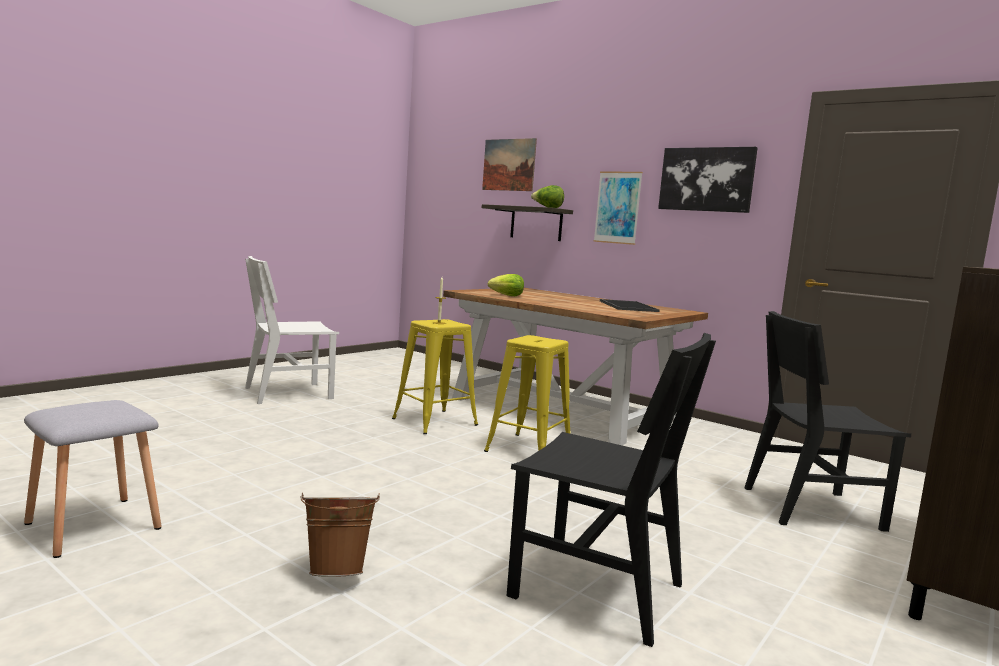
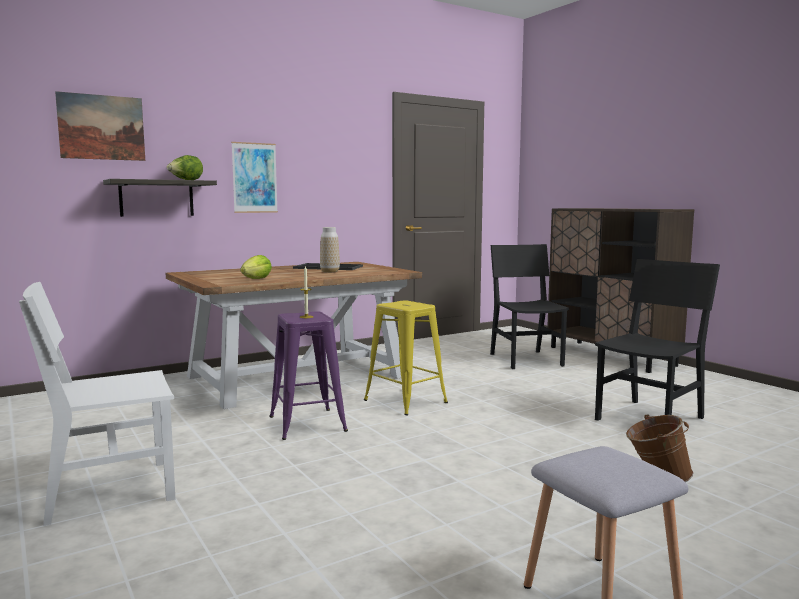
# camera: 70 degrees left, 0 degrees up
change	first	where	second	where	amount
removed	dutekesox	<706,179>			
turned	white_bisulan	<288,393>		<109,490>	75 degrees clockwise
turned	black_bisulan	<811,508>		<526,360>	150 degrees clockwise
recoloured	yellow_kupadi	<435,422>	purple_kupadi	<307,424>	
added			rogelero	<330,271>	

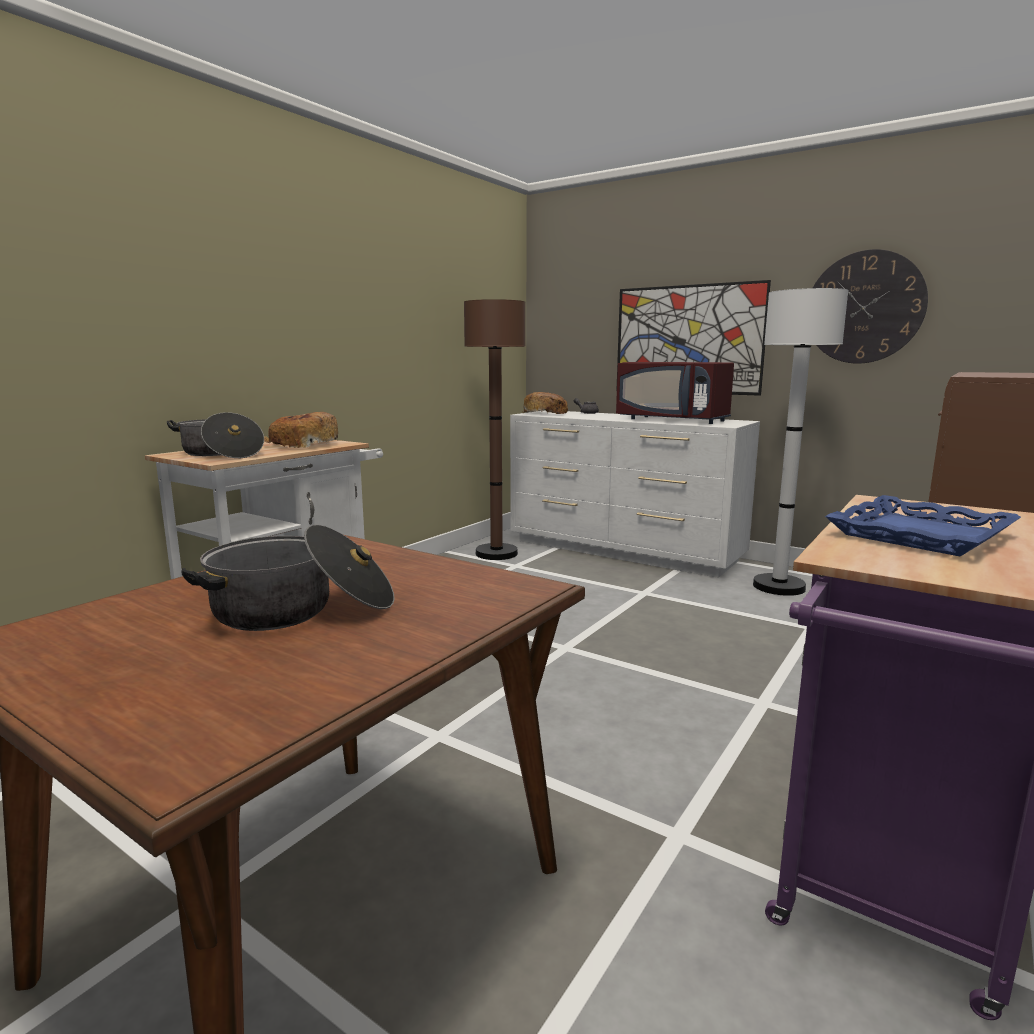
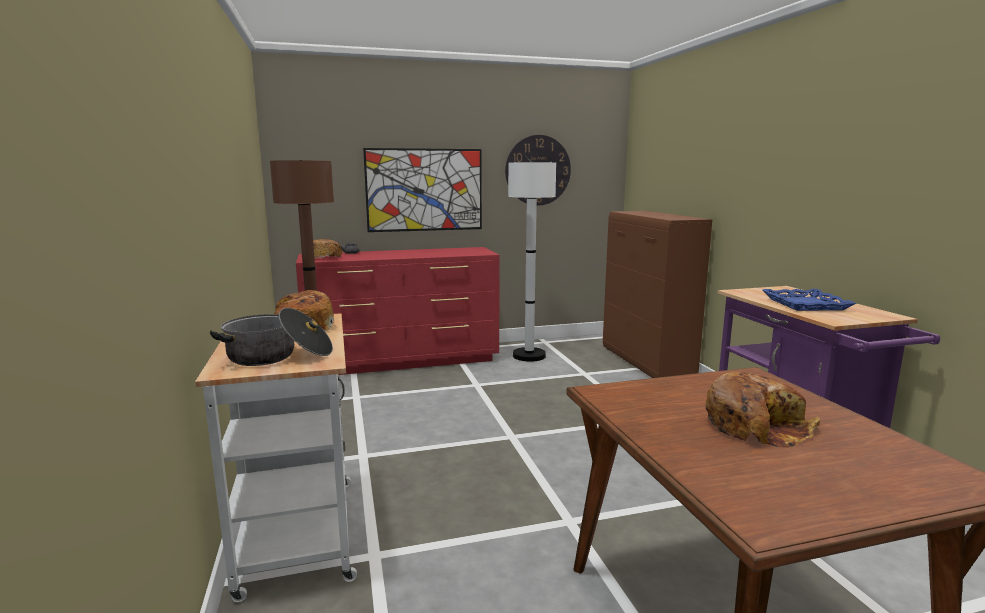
# camera: 50 degrees left, 0 degrees up
change	first	where	second	where	amount
removed	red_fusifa	<673,420>			
recoloured	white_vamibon	<624,550>	red_vamibon	<404,360>	
replaced	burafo	<302,610>	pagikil	<756,425>	

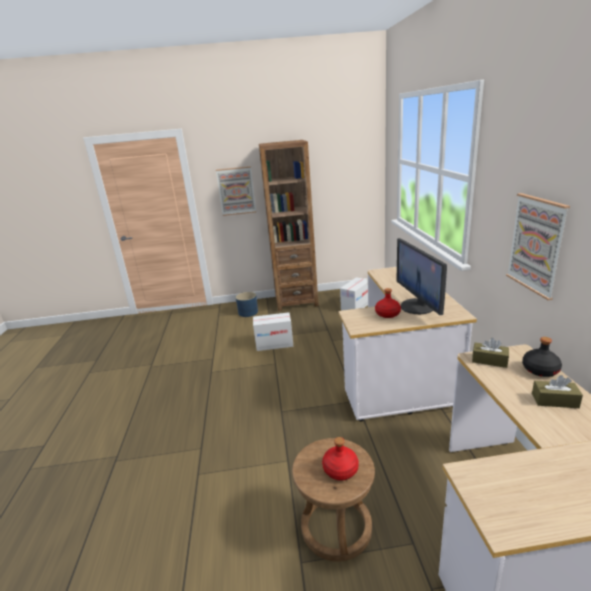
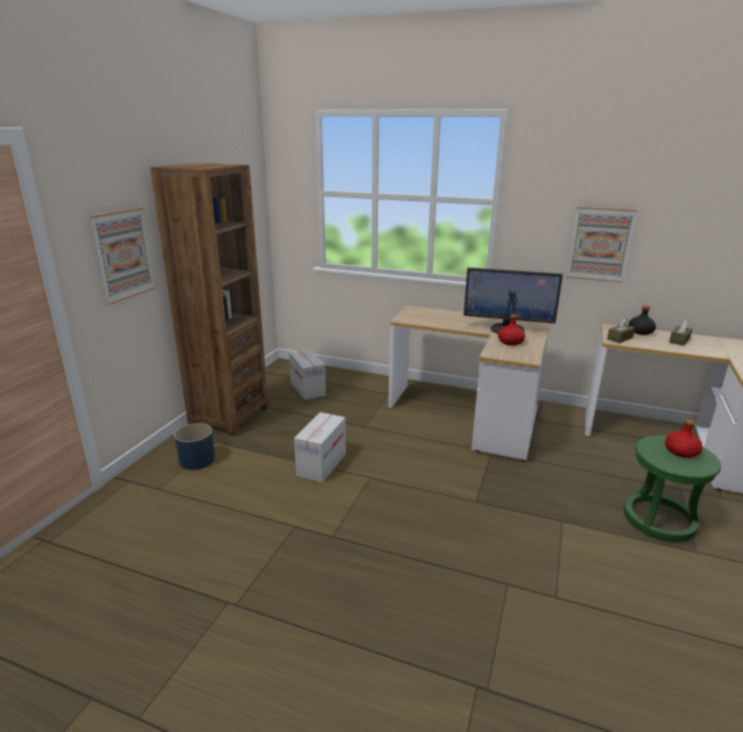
# camera: 65 degrees left, 0 degrees up
change	first	where	second	where	amount
recoloured	brown_kupadi	<336,527>	green_kupadi	<659,519>	

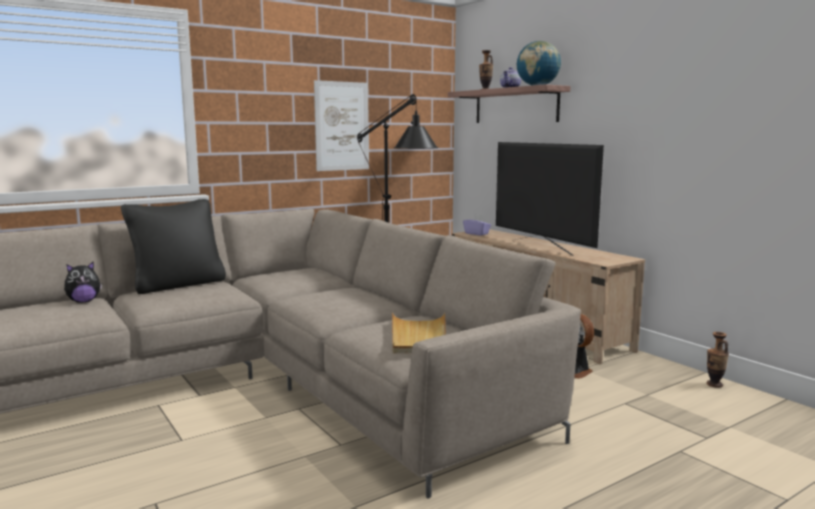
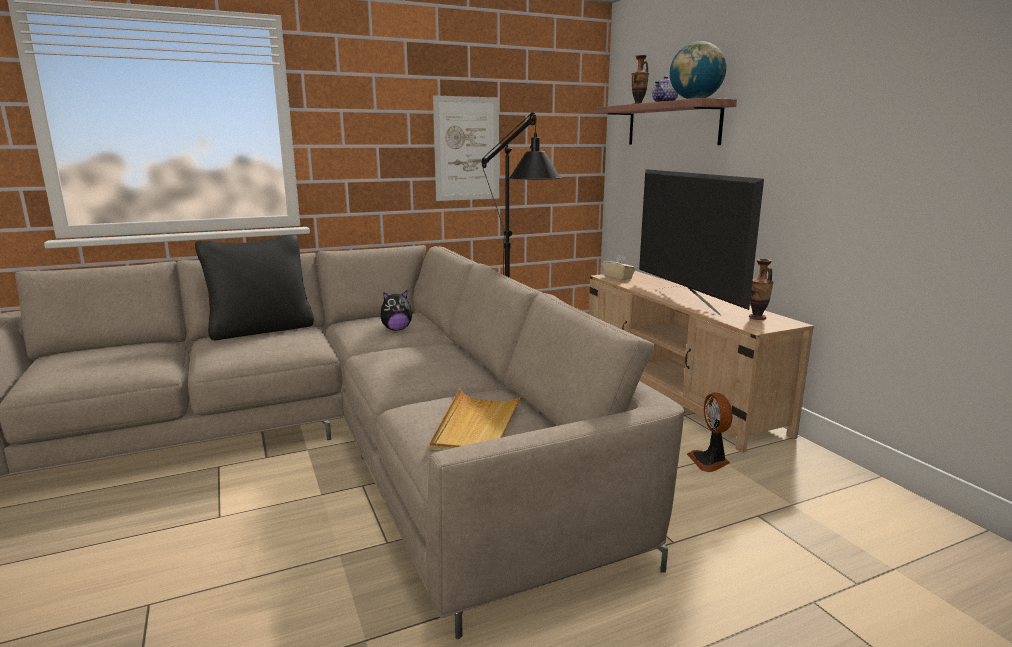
# camera: 10 degrees right, 5 degrees up
change	first	where	second	where	amount
recoloured	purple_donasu	<476,234>	beige_donasu	<618,277>	
moved	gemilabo	<84,301>		<396,329>	
moved	rogelero	<714,384>		<757,318>	

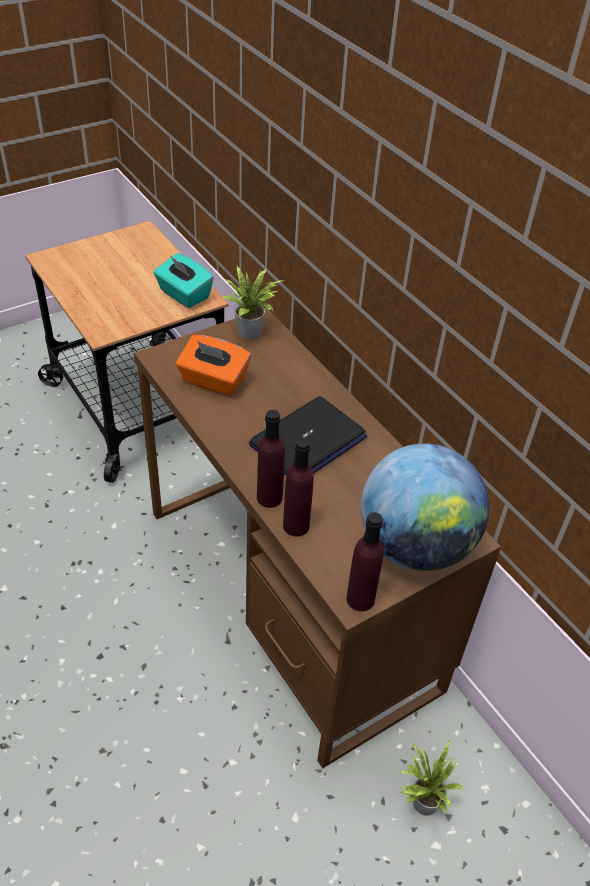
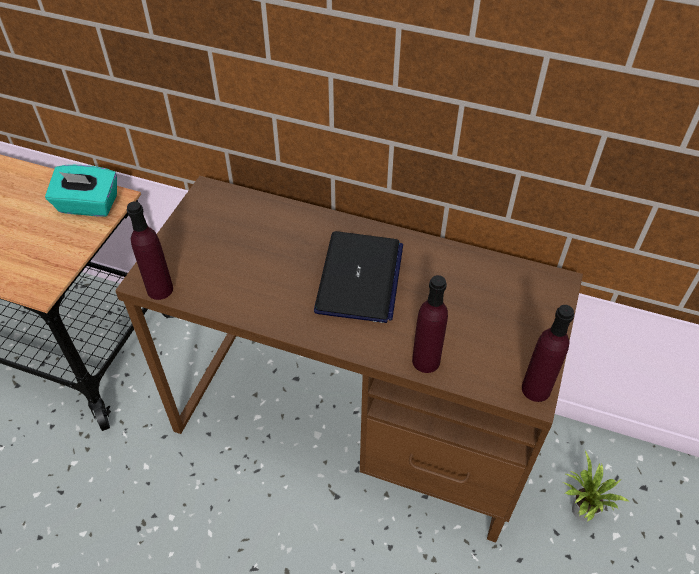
# camera: 35 degrees left, 5 degrees up
change	first	where	second	where	amount
removed	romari	<252,332>			
removed	orange_donasu	<213,381>			
moved	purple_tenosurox	<269,497>		<160,289>	
removed	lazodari	<415,545>			

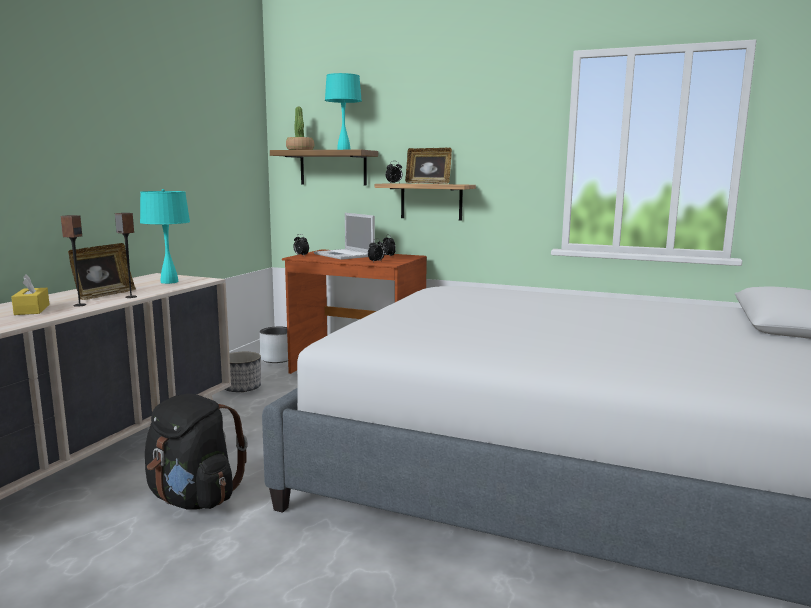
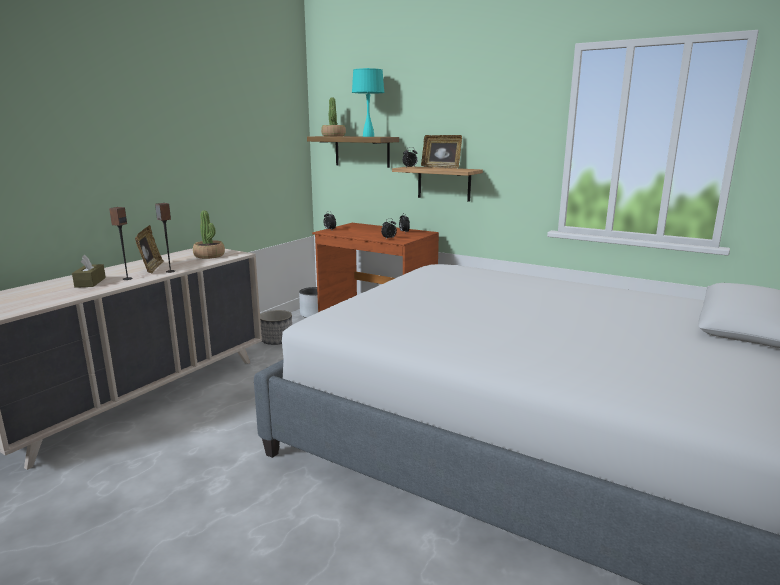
# camera: 10 degrees right, 5 degrees up
change	first	where	second	where	amount
replaced	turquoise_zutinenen	<170,282>	romari	<209,256>	
removed	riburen	<345,255>			
turned	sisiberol	<104,295>		<151,268>	45 degrees counterclockwise
recoloured	yellow_donasu	<32,310>	brown_donasu	<90,282>	
removed	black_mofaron	<193,498>			

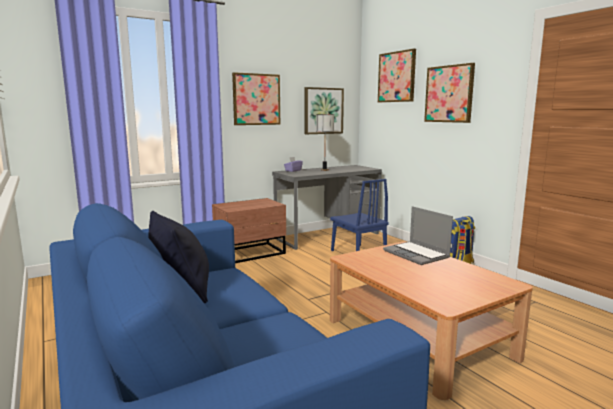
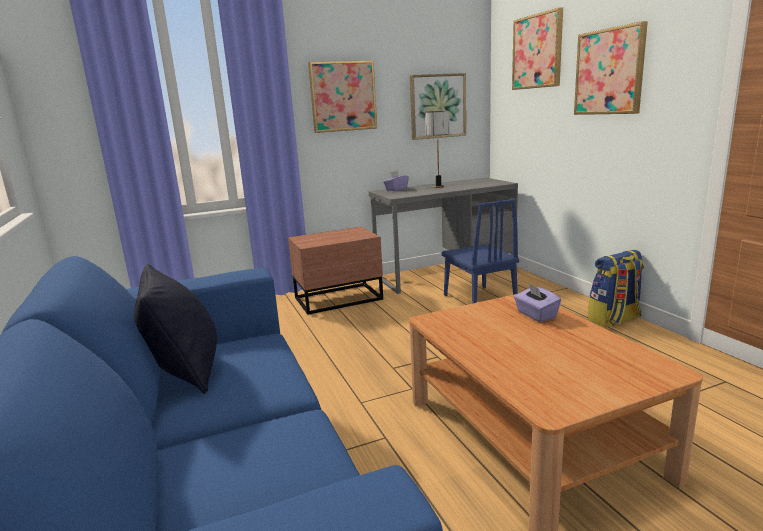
# camera: 10 degrees right, 5 degrees up
change	first	where	second	where	amount
replaced	riburen	<417,254>	purple_donasu	<535,315>	

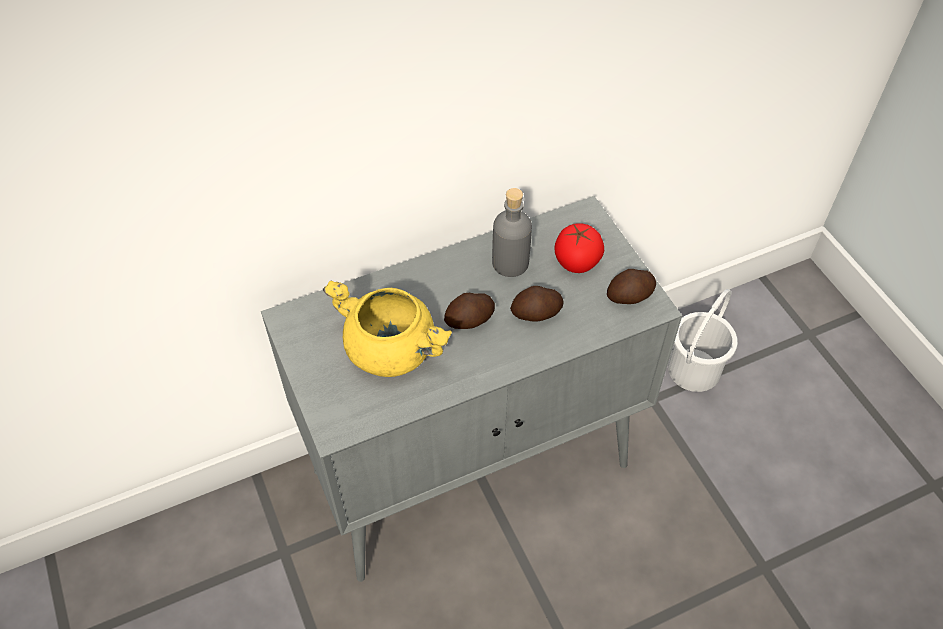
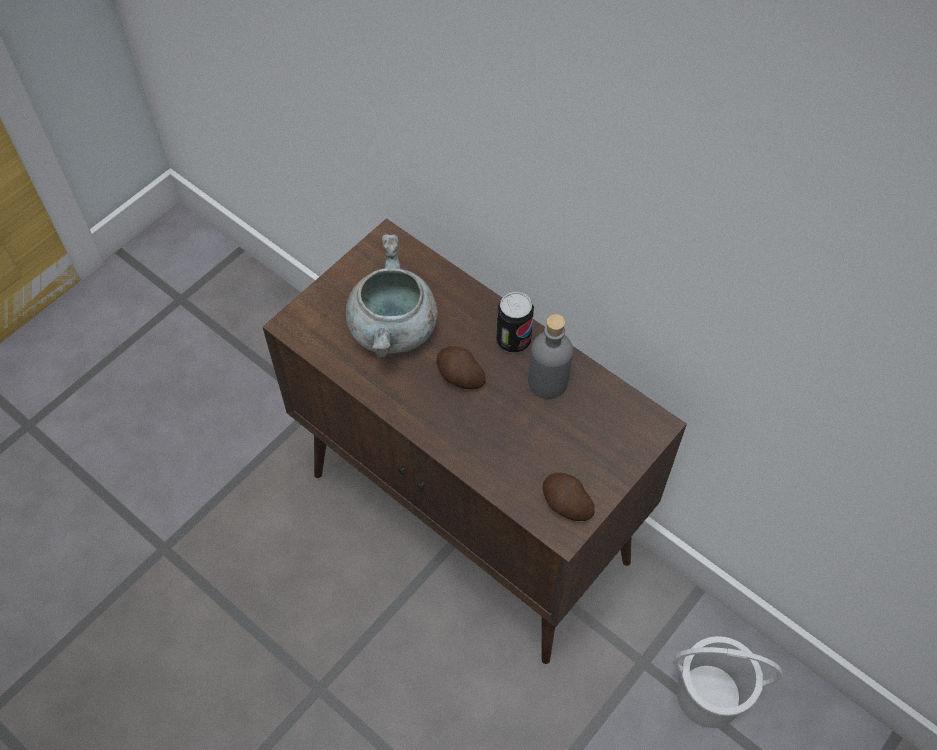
# camera: 65 degrees right, 5 degrees up
change	first	where	second	where	amount
recoloured	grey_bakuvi	<474,467>	brown_bakuvi	<471,520>	
removed	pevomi	<576,262>			
recoloured	yellow_burafo	<393,350>	grey_burafo	<394,330>	
removed	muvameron	<537,314>			
added			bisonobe	<513,340>	

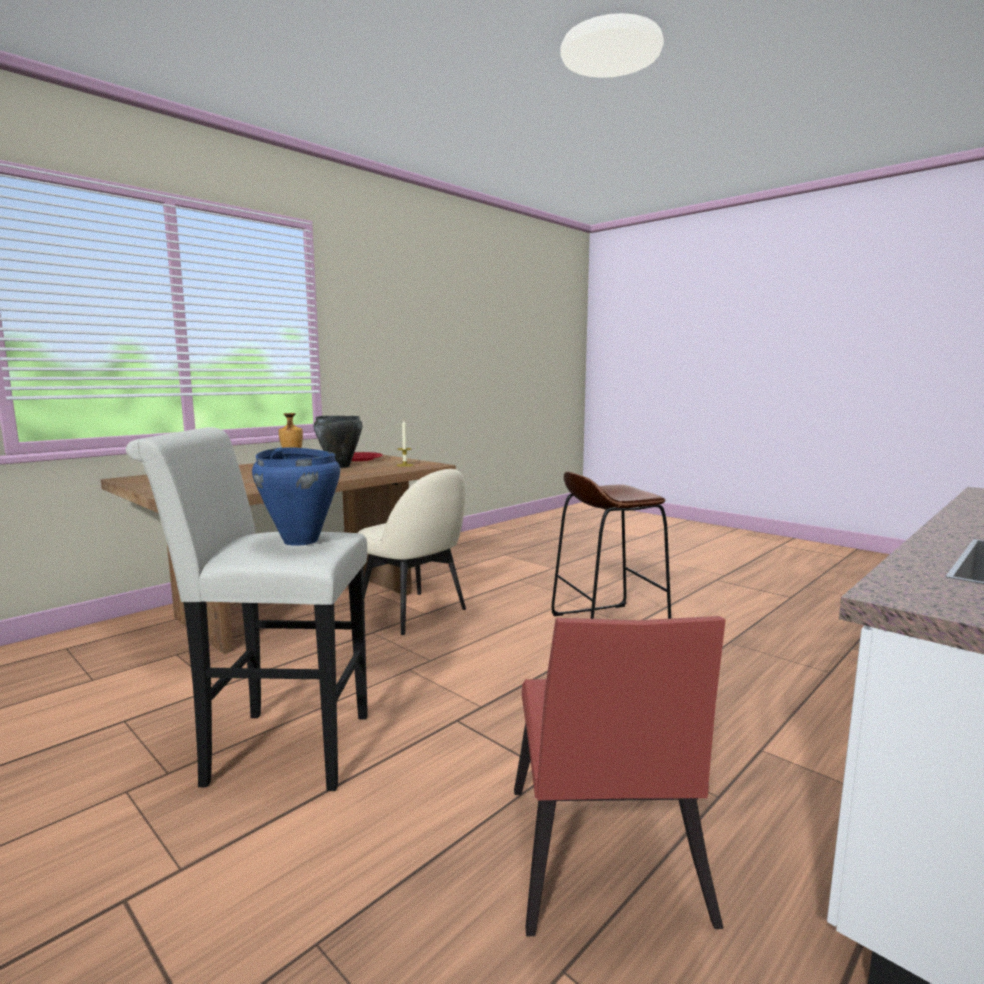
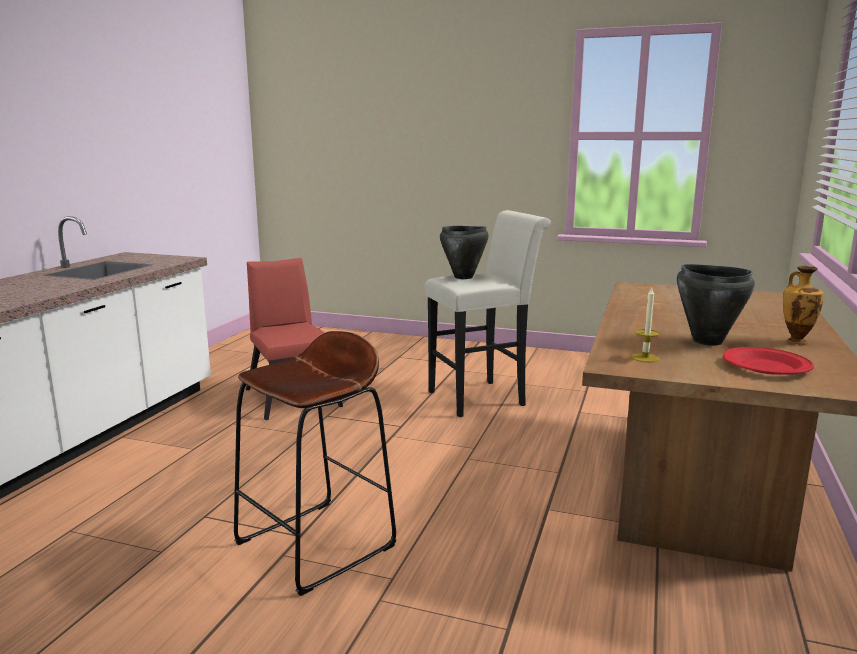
# camera: 155 degrees right, 5 degrees up
change	first	where	second	where	amount
recoloured	blue_burafo	<301,541>	black_burafo	<463,277>	
removed	beige_bisulan	<414,613>			

